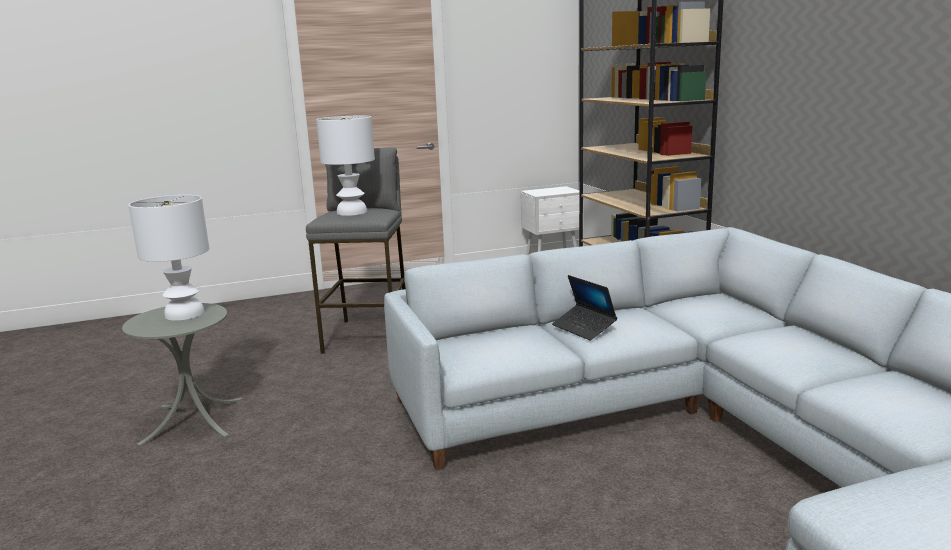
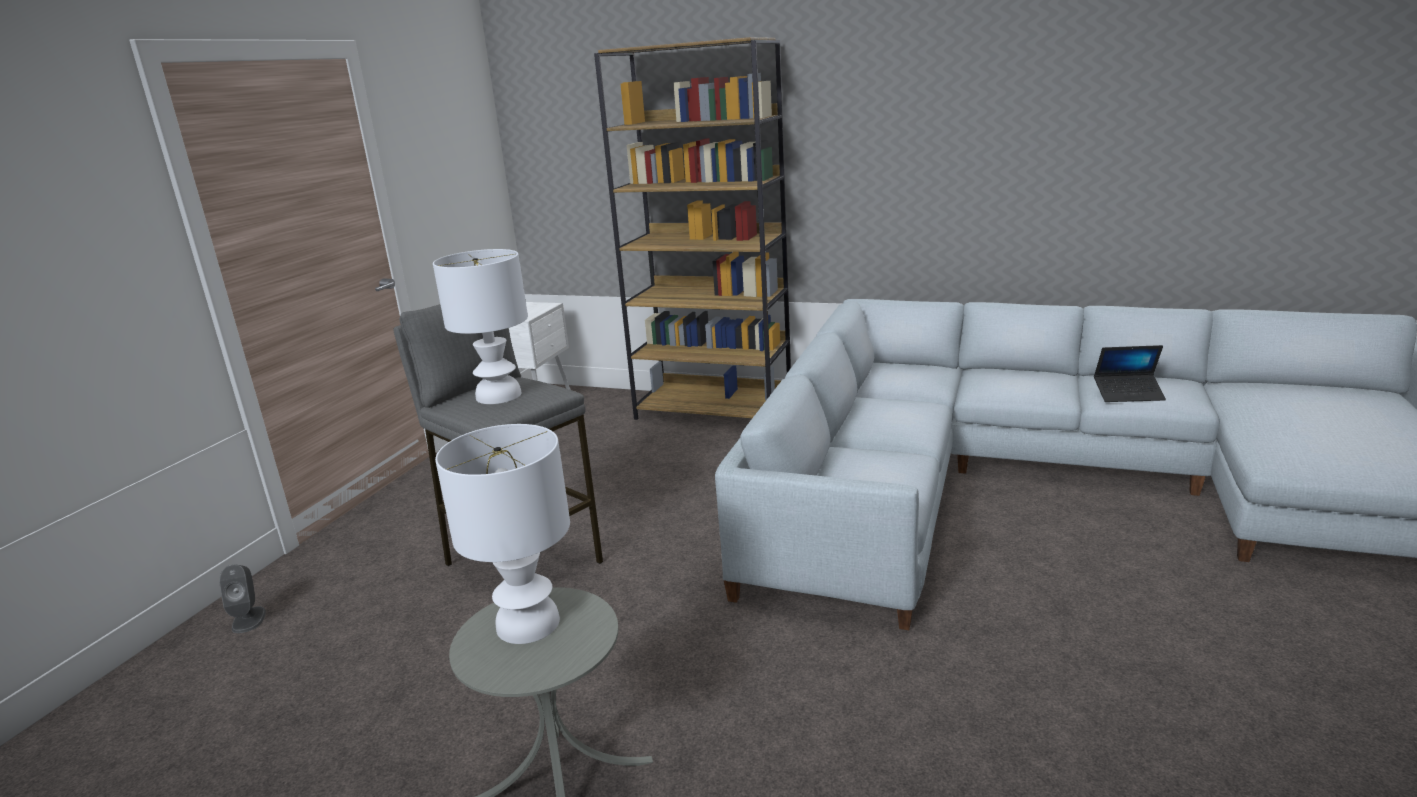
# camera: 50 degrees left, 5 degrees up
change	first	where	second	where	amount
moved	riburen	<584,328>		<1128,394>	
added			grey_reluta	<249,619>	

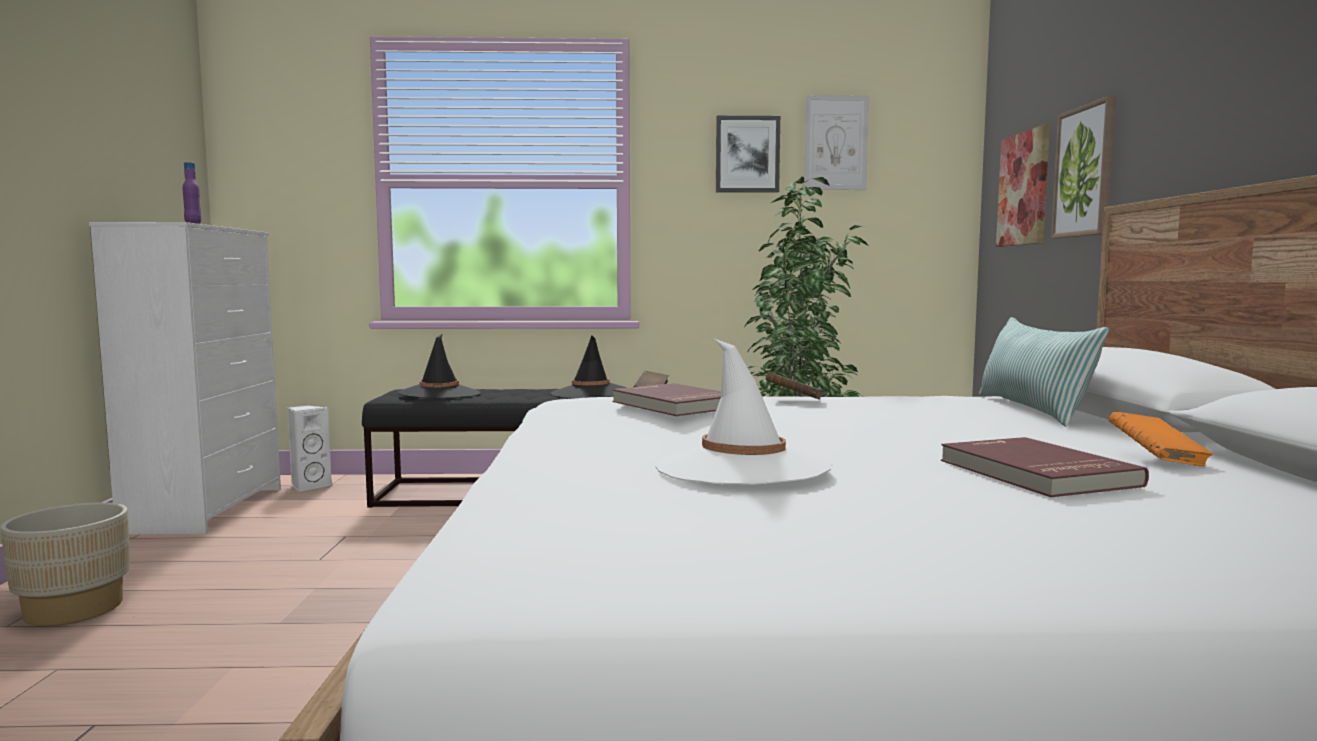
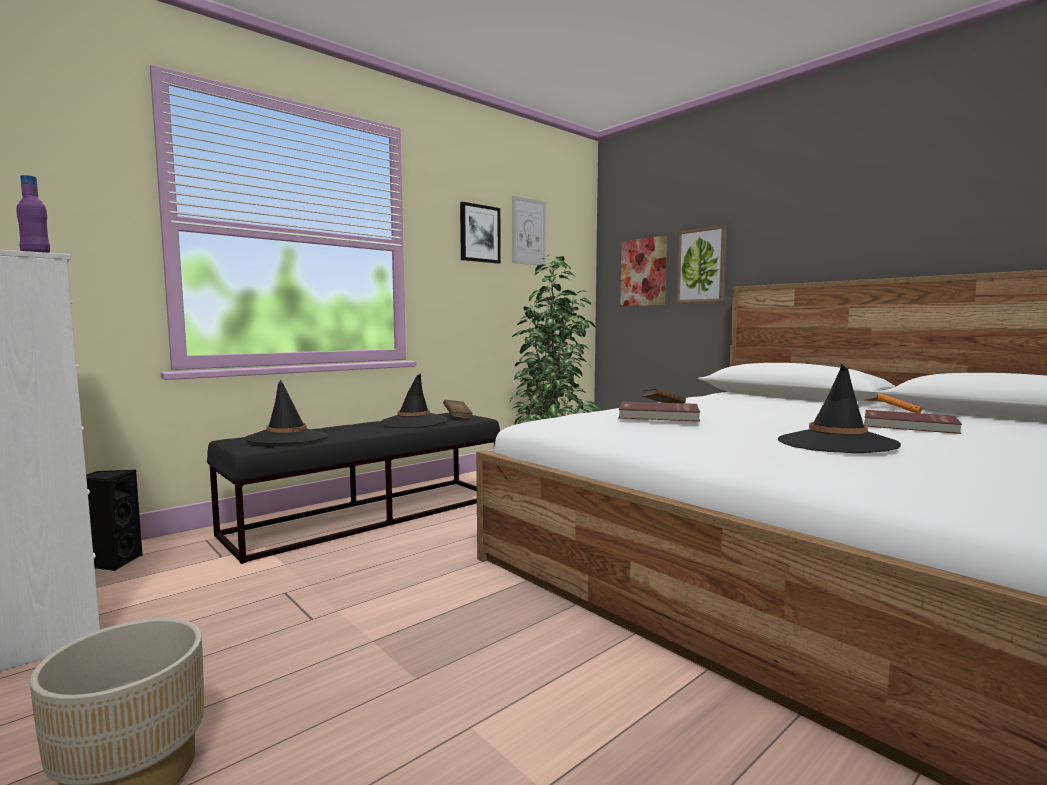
# camera: 40 degrees left, 0 degrees up
change	first	where	second	where	amount
removed	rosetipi	<1032,409>			
recoloured	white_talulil	<742,468>	black_talulil	<836,443>	
recoloured	white_reluta	<309,486>	black_reluta	<113,562>	

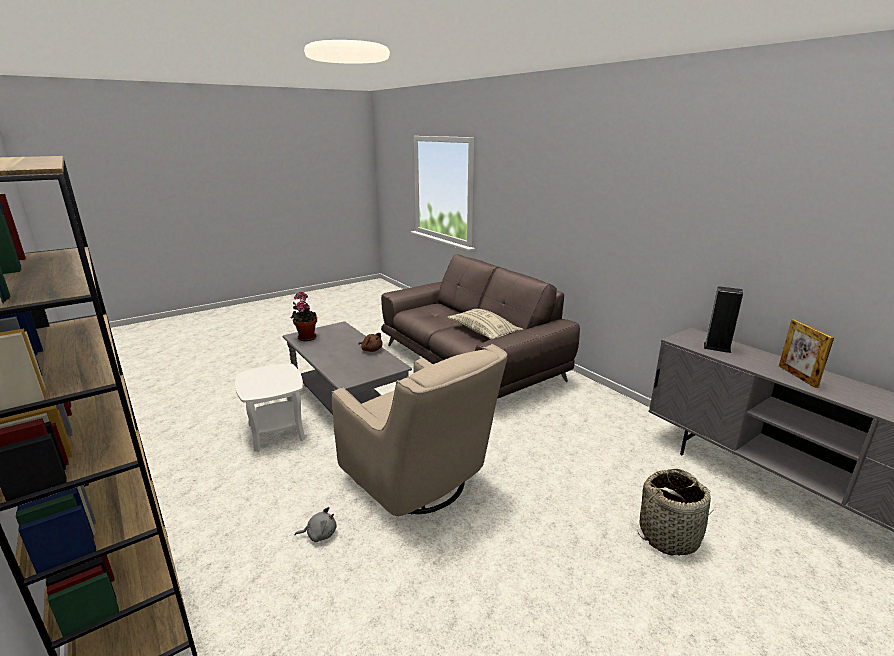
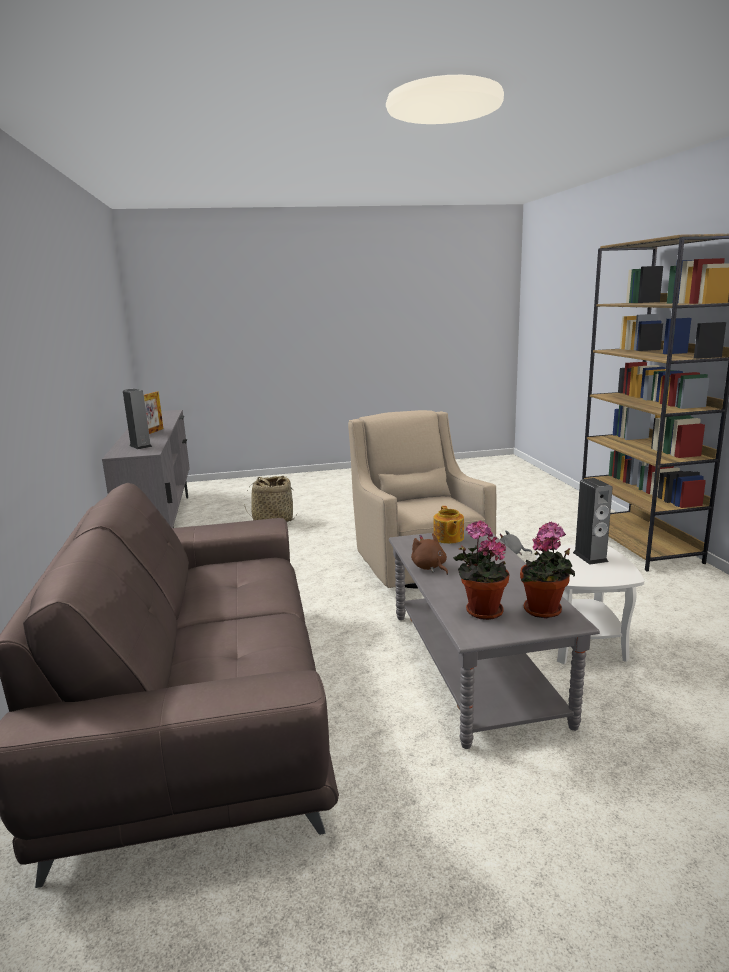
# camera: 155 degrees left, 5 degrees down
change	first	where	second	where	amount
removed	beige_rosetipi	<484,332>			
added			reluta	<590,557>	
added			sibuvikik	<448,538>	
added			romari	<480,611>	

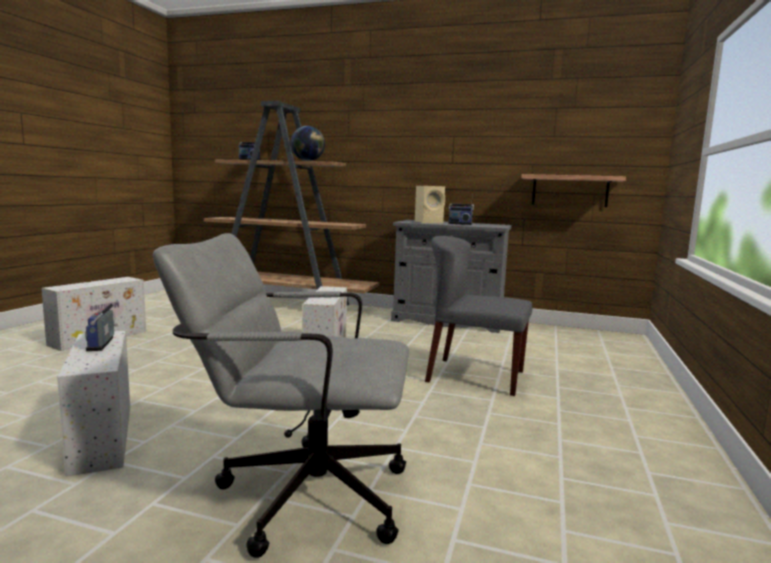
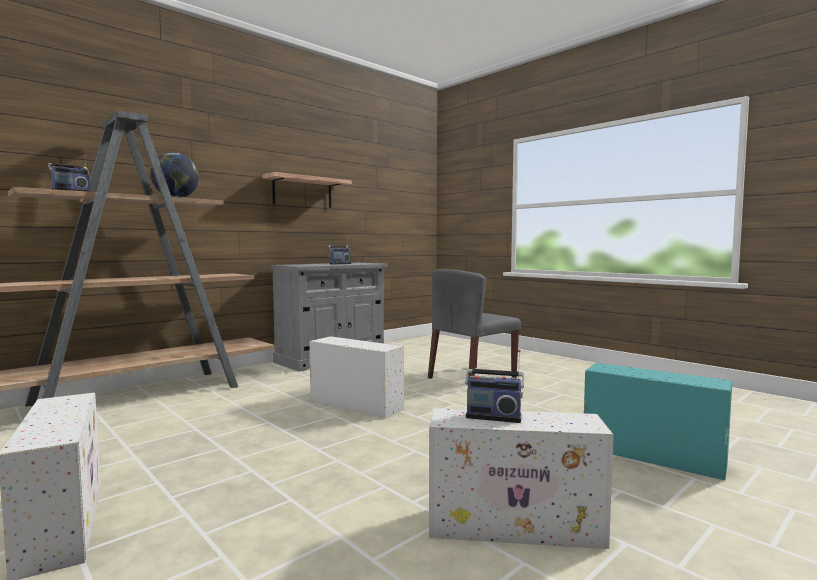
# camera: 60 degrees left, 5 degrees down
change	first	where	second	where	amount
moved	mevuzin	<570,191>		<302,192>	
removed	beige_reluta	<429,222>			
replaced	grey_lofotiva	<297,493>	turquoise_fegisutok	<649,455>	

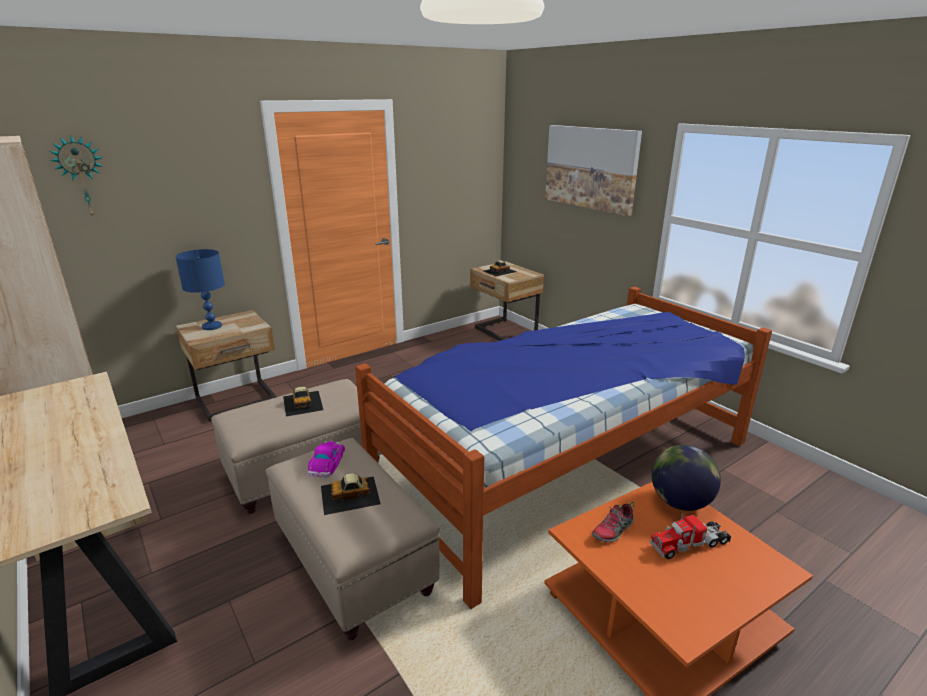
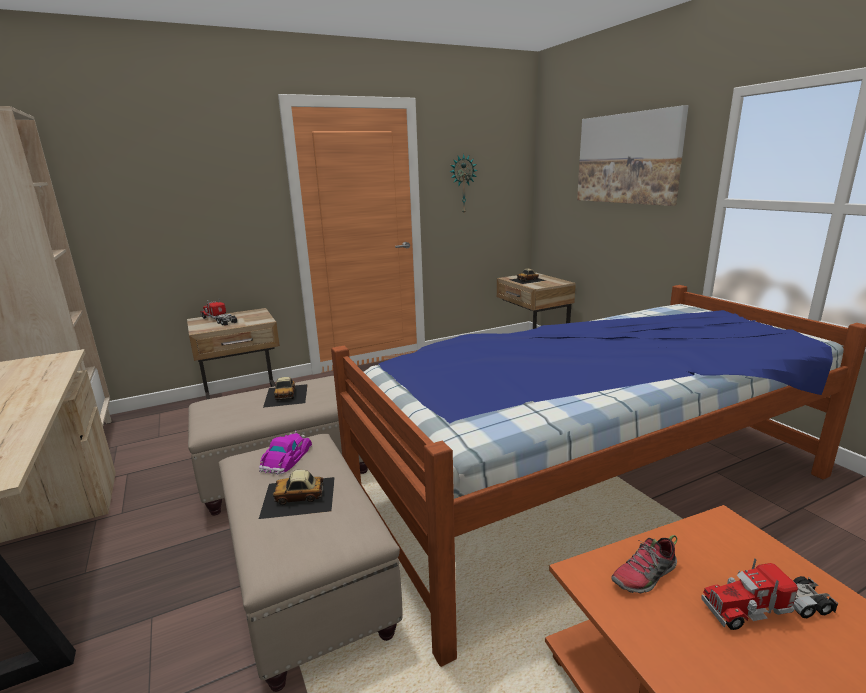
# camera: 10 degrees right, 5 degrees down
change	first	where	second	where	amount
moved	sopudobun	<81,177>		<462,184>	
replaced	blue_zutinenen	<211,326>	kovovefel	<219,320>	
removed	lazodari	<680,502>			

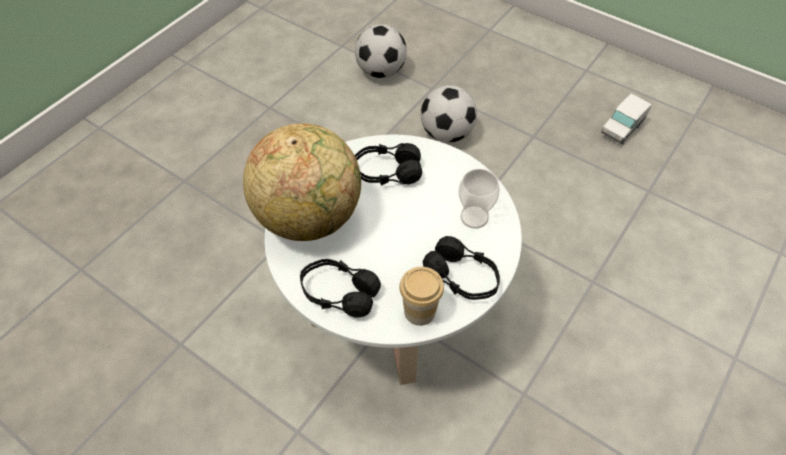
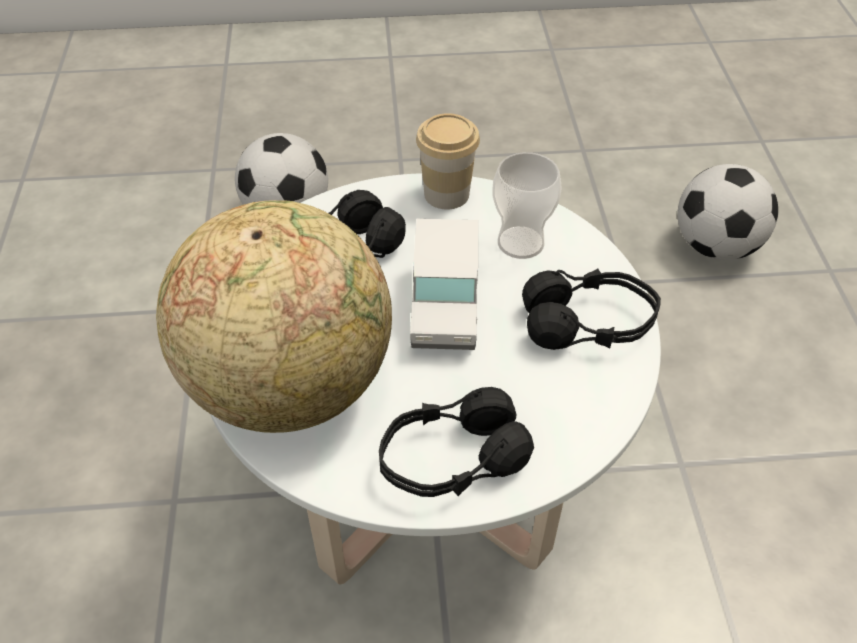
# camera: 40 degrees left, 5 degrees down
change	first	where	second	where	amount
moved	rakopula	<381,71>		<715,246>	
moved	kovovefel	<621,129>		<444,309>	
moved	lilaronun	<419,311>		<446,194>	

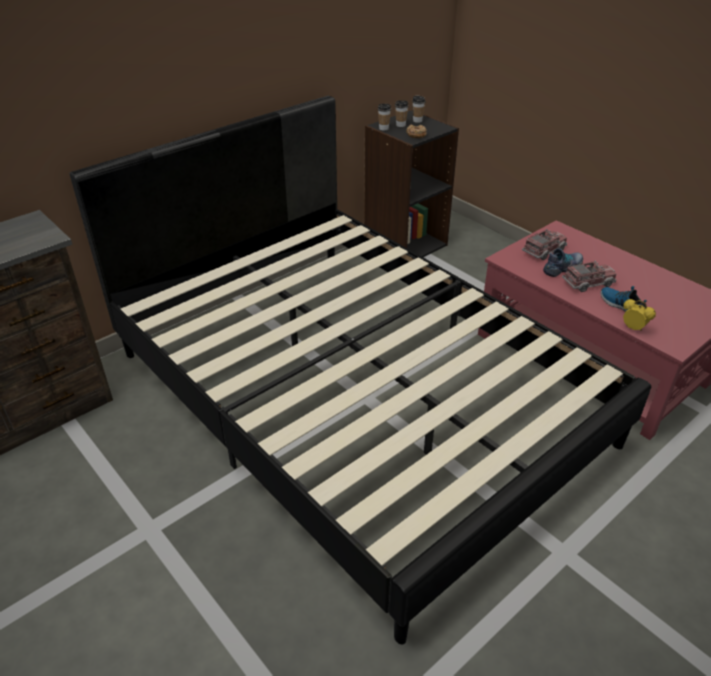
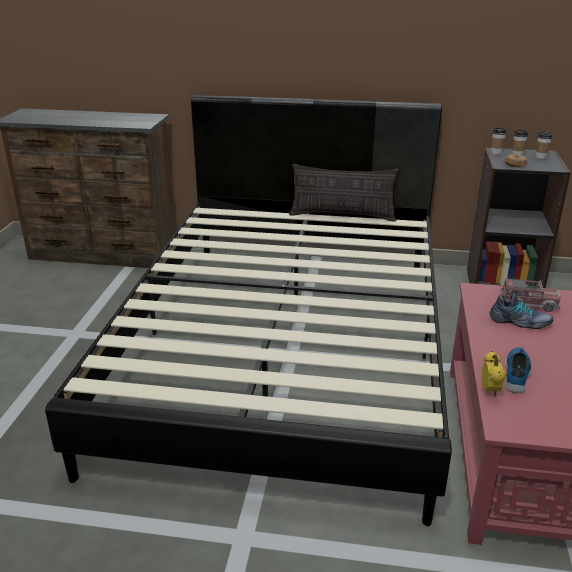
# camera: 50 degrees right, 10 degrees down
change	first	where	second	where	amount
removed	kovovefel	<588,283>			
added			rosetipi	<342,215>	

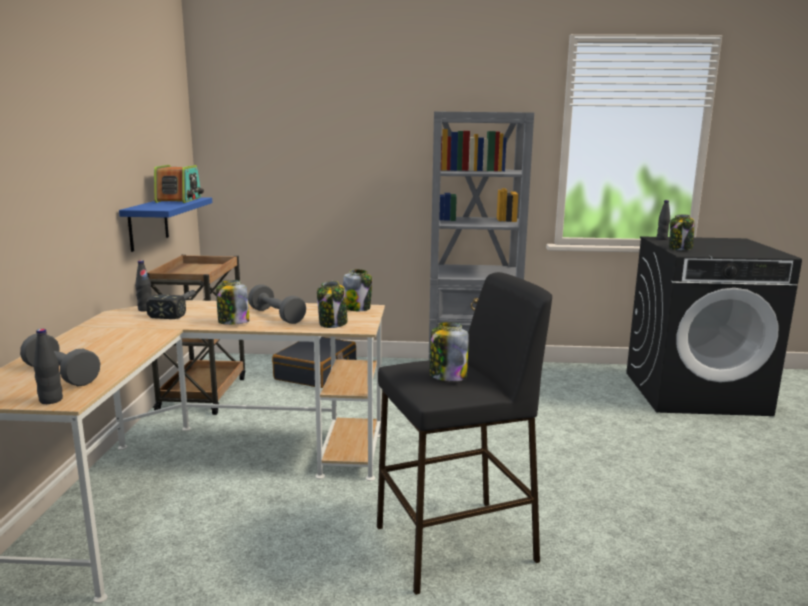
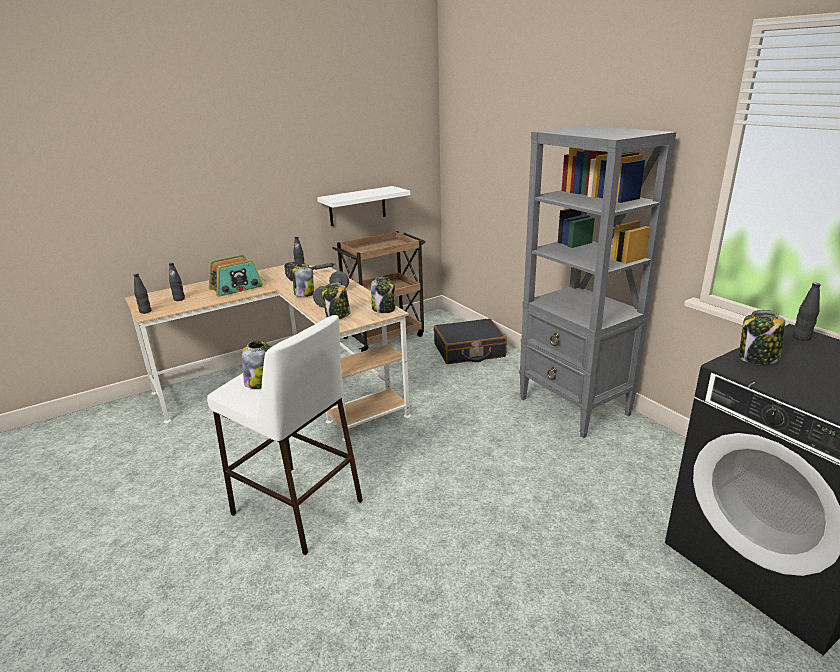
# camera: 55 degrees right, 10 degrees up
change	first	where	second	where	amount
moved	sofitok	<179,200>		<236,288>	
recoloured	blue_mevuzin	<148,223>	white_mevuzin	<357,206>	
recoloured	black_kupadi	<456,543>	white_kupadi	<298,507>	
replaced	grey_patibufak	<61,375>	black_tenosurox	<179,299>	

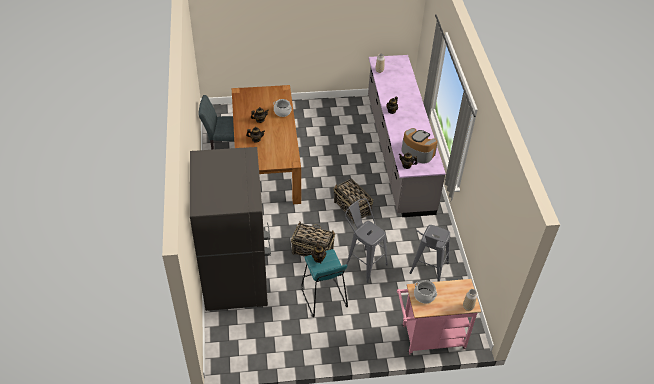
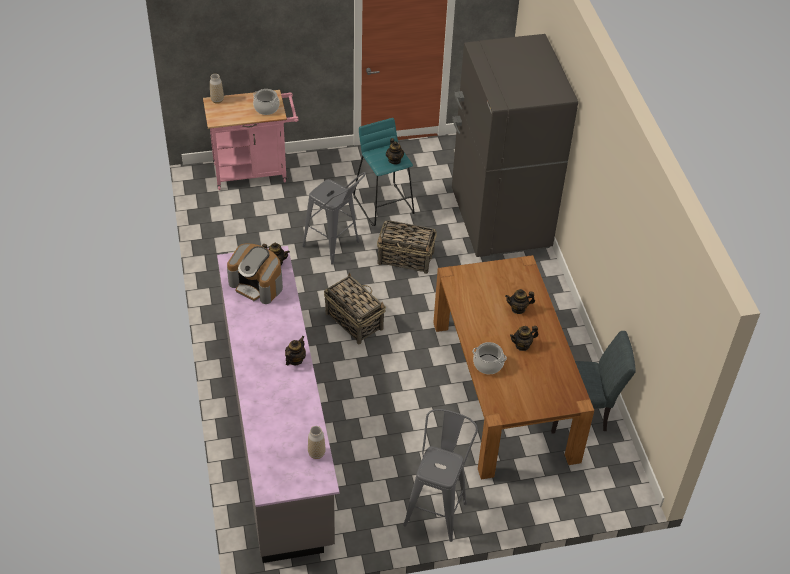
# camera: 175 degrees right, 0 degrees up
change	first	where	second	where	amount
moved	grey_kupadi	<427,271>		<438,508>	

